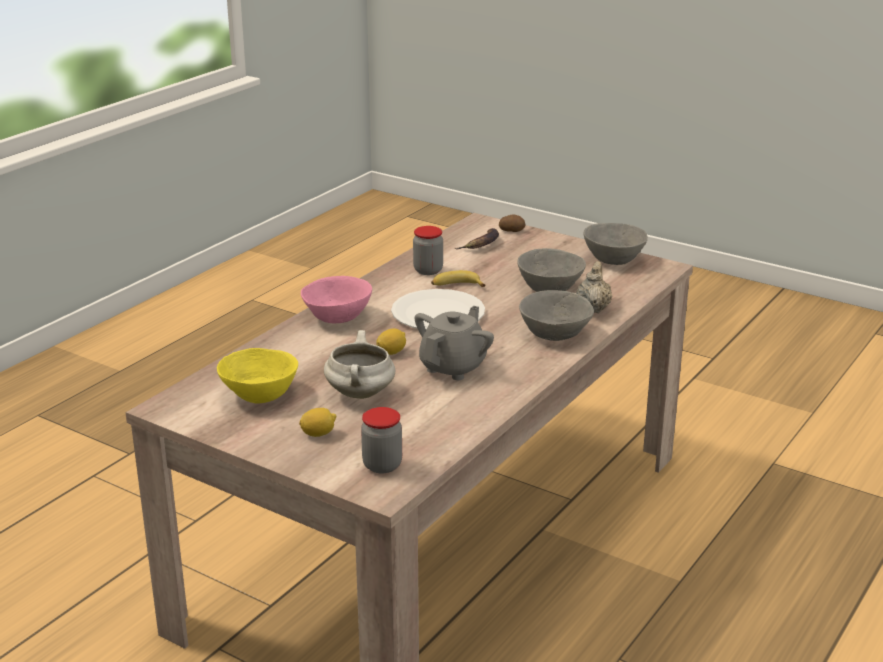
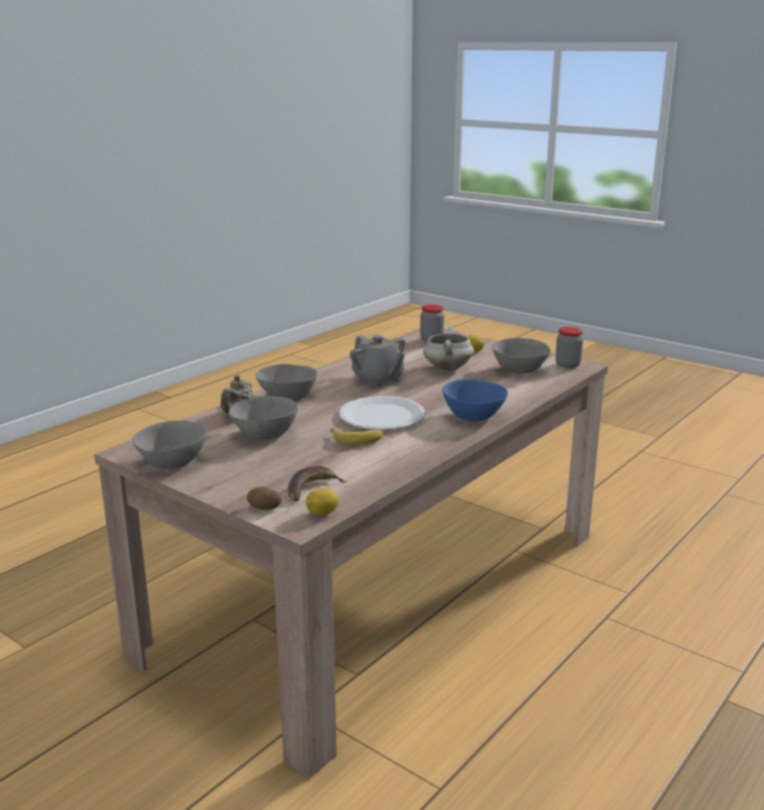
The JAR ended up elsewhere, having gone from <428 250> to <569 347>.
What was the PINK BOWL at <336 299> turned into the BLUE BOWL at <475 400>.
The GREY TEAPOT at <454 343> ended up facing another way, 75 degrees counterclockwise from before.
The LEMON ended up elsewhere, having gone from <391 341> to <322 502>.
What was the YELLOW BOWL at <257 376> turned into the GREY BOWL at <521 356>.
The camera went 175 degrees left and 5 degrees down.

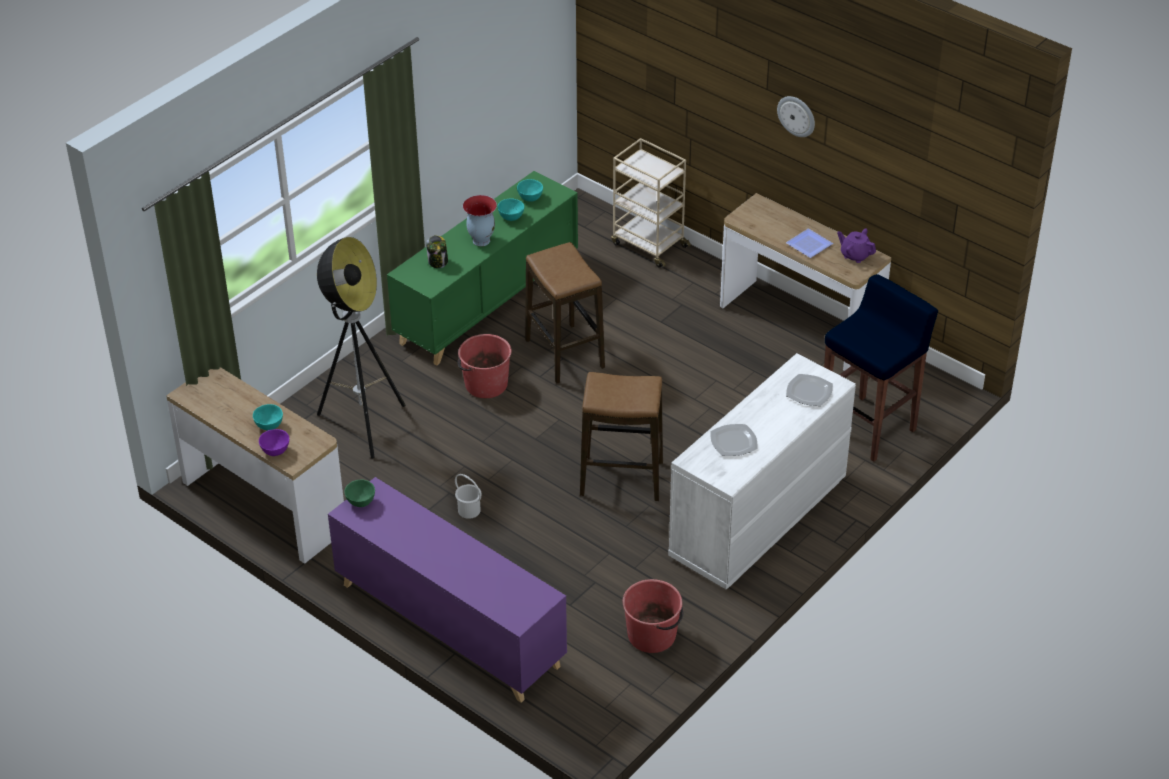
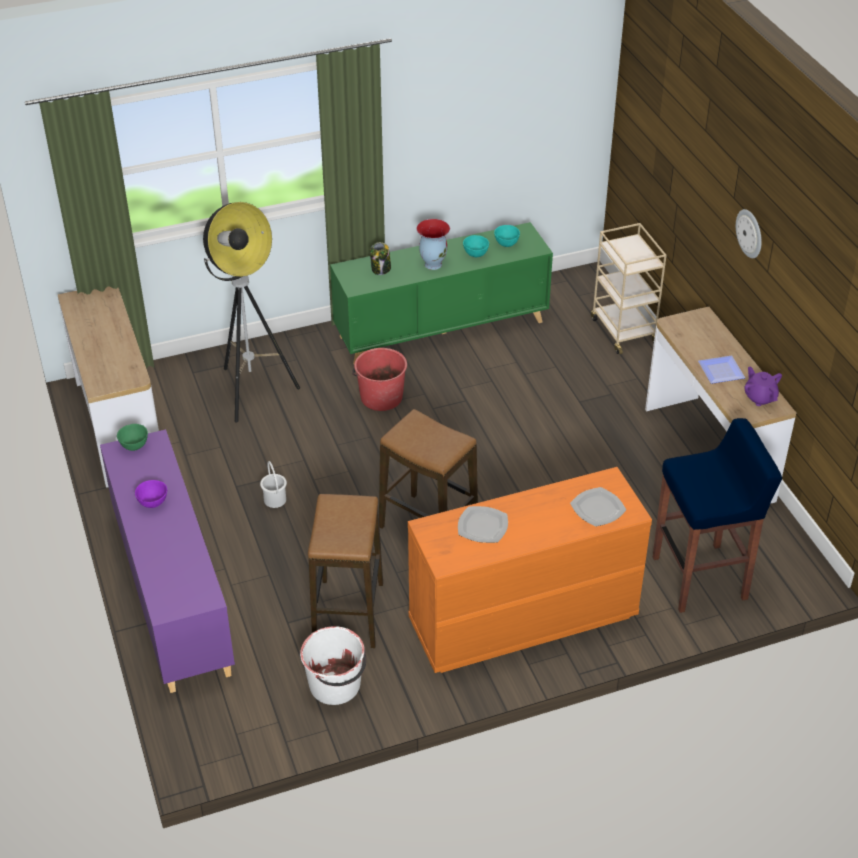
The STOOL ended up elsewhere, having gone from <565 312> to <345 571>.
What was the WHITE DRESSER at <762 471> turned into the ORANGE DRESSER at <530 570>.
The second view lost the TURQUOISE BOWL at <268 417>.
The PURPLE BOWL ended up elsewhere, having gone from <274 442> to <151 494>.
What was the RED BUCKET at <653 616> turned into the WHITE BUCKET at <333 665>.
The camera went 30 degrees right and 0 degrees up.

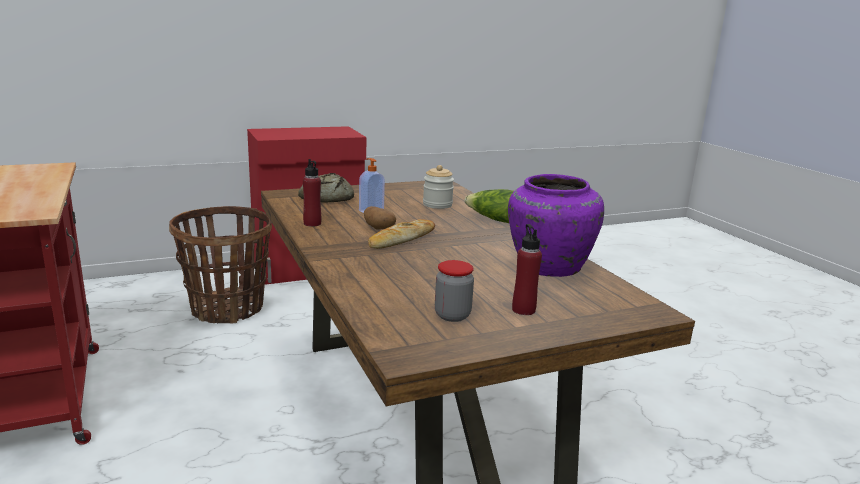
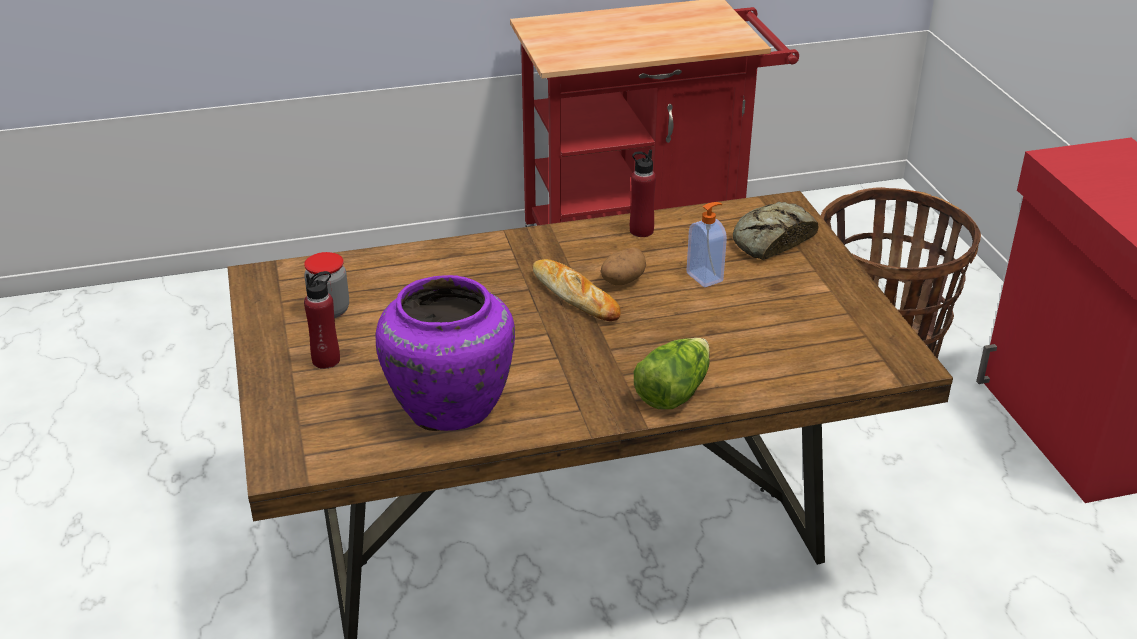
The second view lost the JAR at <438 187>.
The camera went 100 degrees right and 15 degrees up.

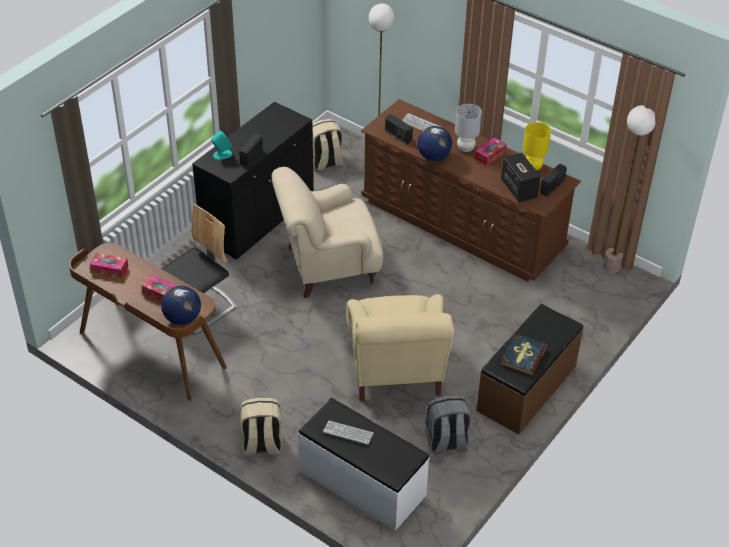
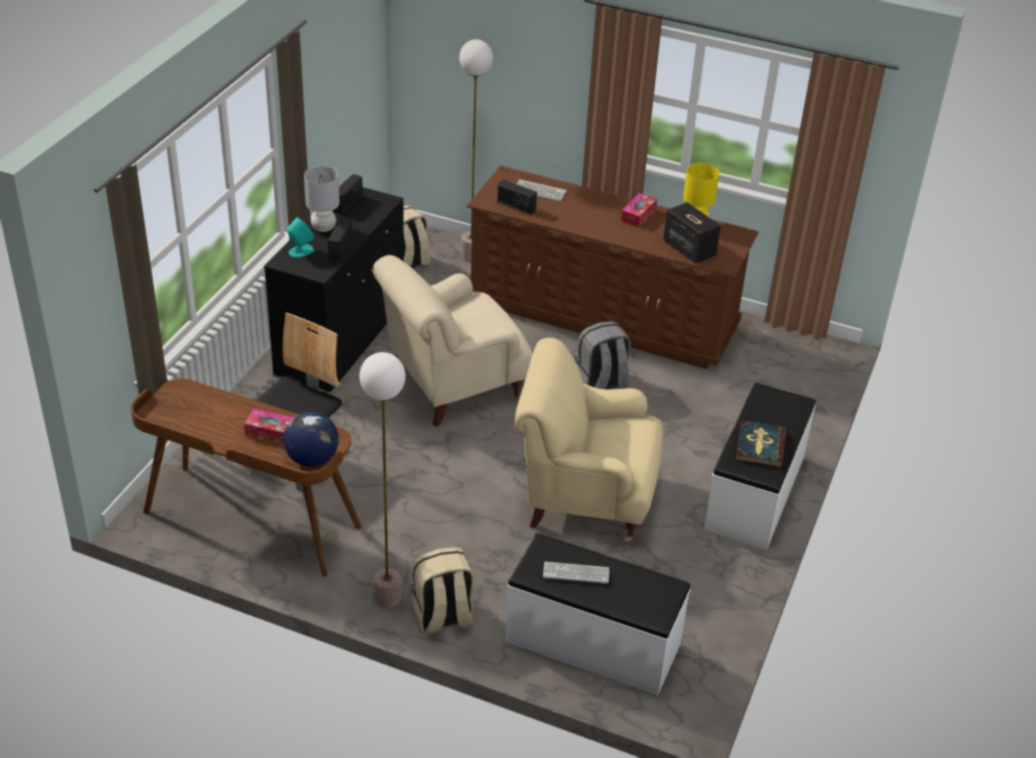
The GREY TABLE LAMP ended up elsewhere, having gone from <468 128> to <322 199>.
The FLOOR LAMP ended up elsewhere, having gone from <629 189> to <382 480>.
The second view lost the GLOBE at <434 143>.
The RADIO ended up elsewhere, having gone from <553 180> to <348 194>.
The second view lost the TISSUE BOX at <109 265>.
The BEIGE ARMCHAIR at <400 347> ended up facing another way, 120 degrees clockwise from before.
What was the BROWN BENCH at <530 369> turned into the WHITE BENCH at <760 466>.
The GREY BACKPACK ended up elsewhere, having gone from <448 424> to <603 355>.
The camera went 15 degrees left and 5 degrees down.

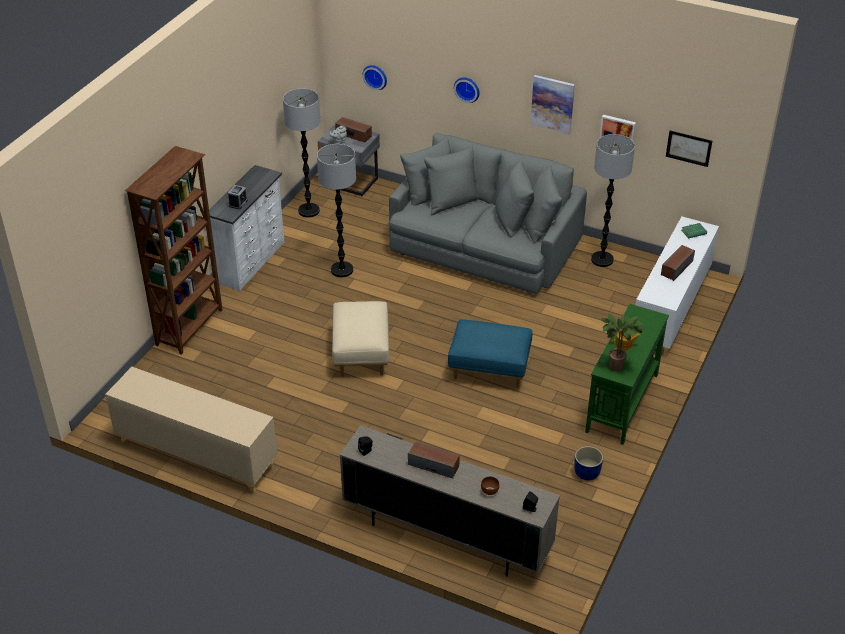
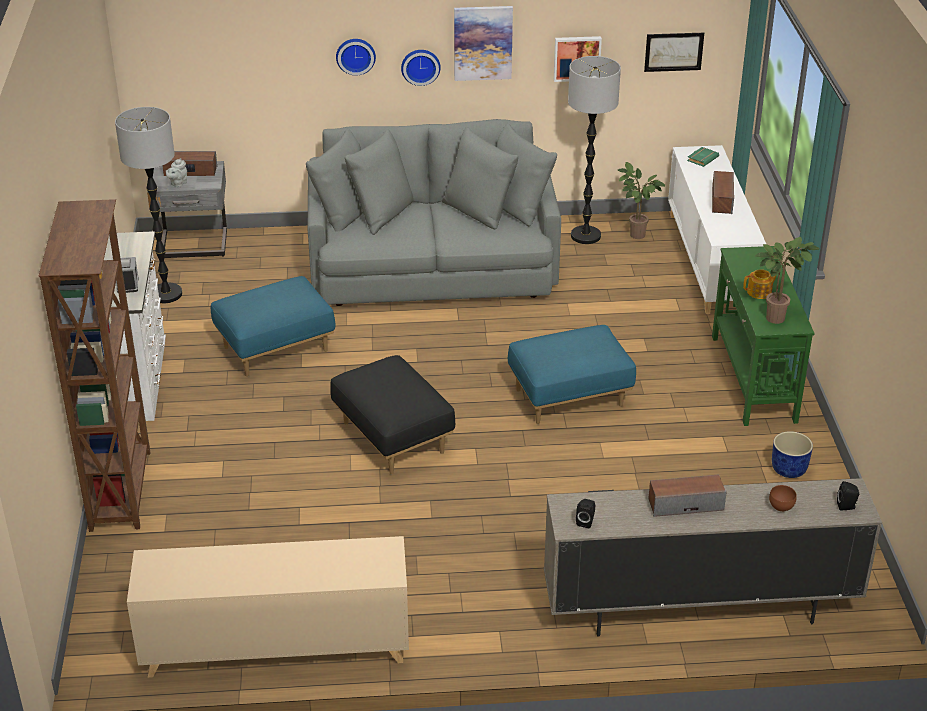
The WALL CLOCK ended up elsewhere, having gone from <375 77> to <421 68>.
Where the FLOOR LAMP stood at <336 211>, the BLUE OTTOMAN came to stand at <273 326>.
What was the BEIGE OTTOMAN at <360 339> turned into the BLACK OTTOMAN at <392 414>.
The second view gained the POTTED PLANT at <641 200>.
The camera went 30 degrees left and 5 degrees down.

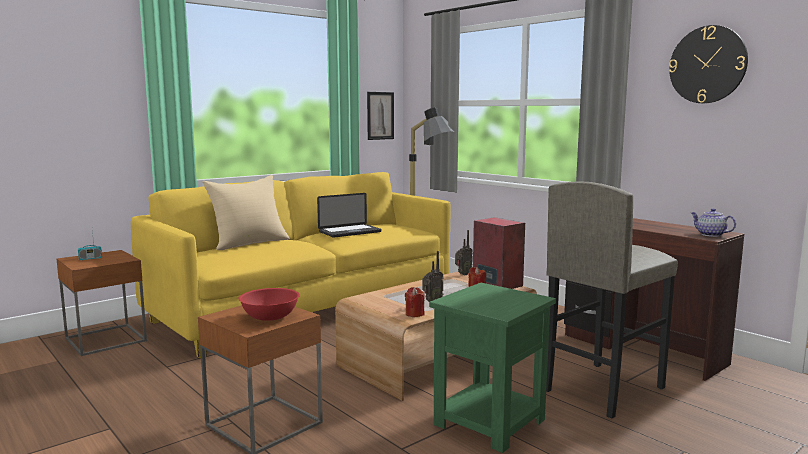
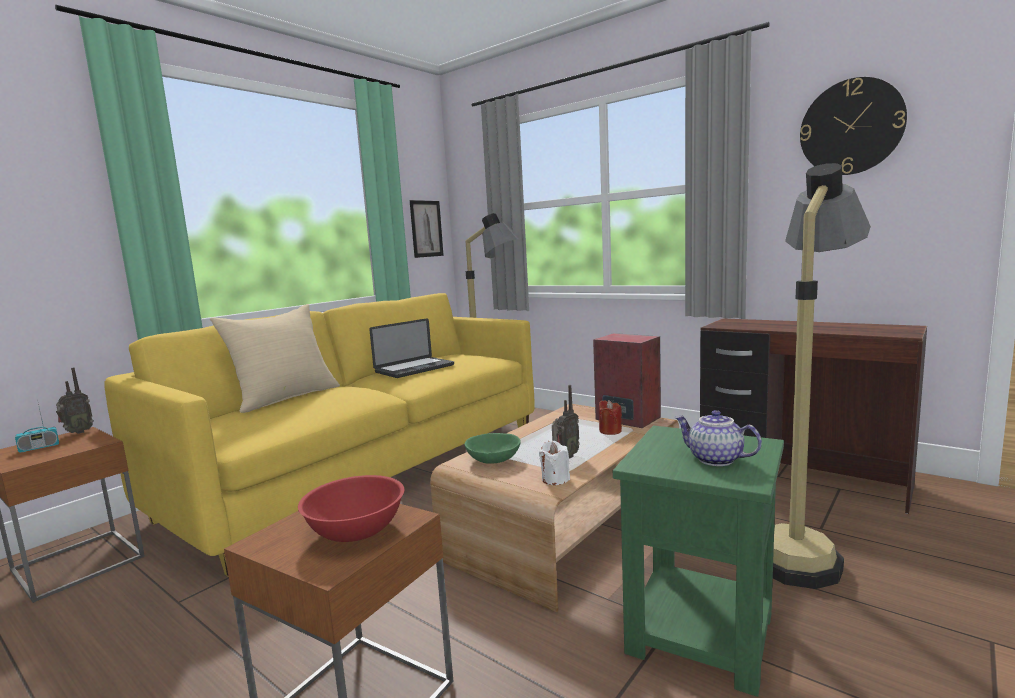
Where the GREY STOOL stood at <612 300>, the FLOOR LAMP came to stand at <822 376>.
The TEAPOT ended up elsewhere, having gone from <713 222> to <718 438>.
The RADIO ended up elsewhere, having gone from <464 252> to <75 400>.
What was the RED CANDLE at <415 302> turned into the WHITE CANDLE at <554 463>.
The second view gained the GREEN BOWL at <492 448>.
The camera went 10 degrees left and 0 degrees up.

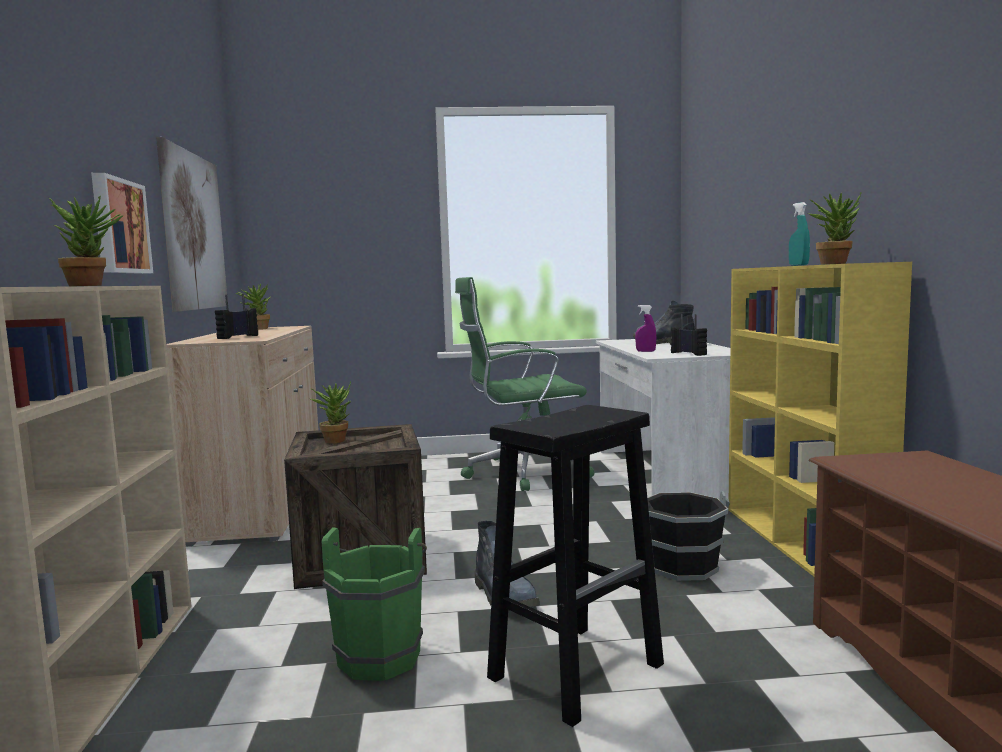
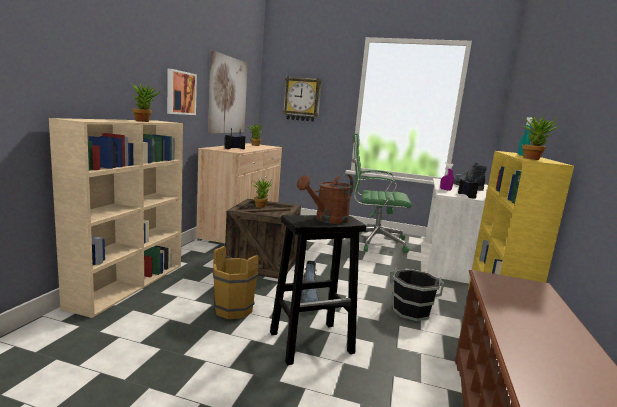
What was the GREEN BUCKET at <374 604> turned into the BROWN BUCKET at <237 282>.
The second view gained the WALL CLOCK at <302 99>.
The second view gained the BROWN WATERING CAN at <325 199>.
The camera went 20 degrees right and 5 degrees up.

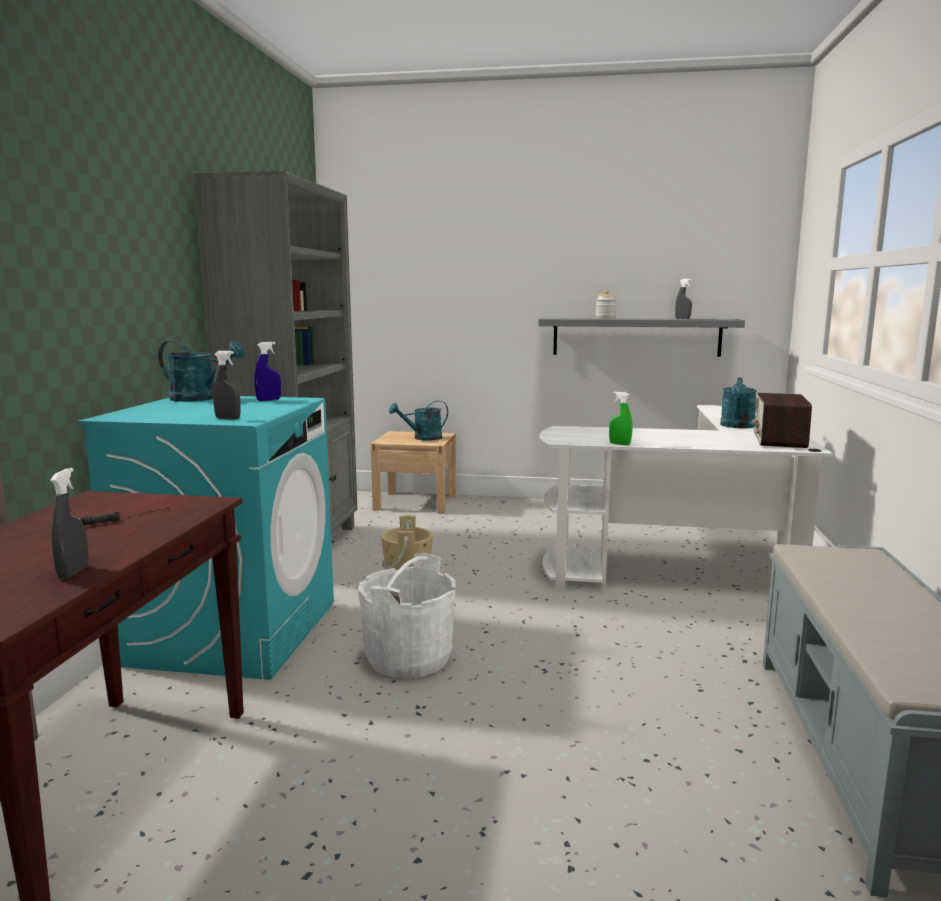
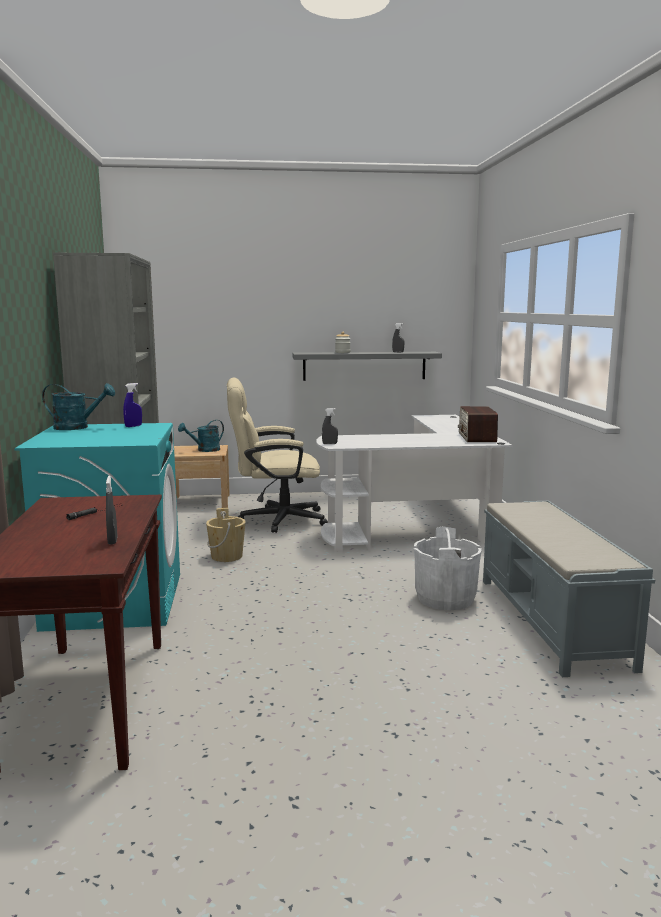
The GREY SPRAY BOTTLE ended up elsewhere, having gone from <226 385> to <330 426>.
The second view lost the TURQUOISE WATERING CAN at <738 403>.
The second view lost the GREEN SPRAY BOTTLE at <620 418>.
The WHITE BUCKET ended up elsewhere, having gone from <407 615> to <448 568>.
The second view gained the BEIGE OFFICE CHAIR at <277 455>.
The camera went 15 degrees left and 0 degrees up.

